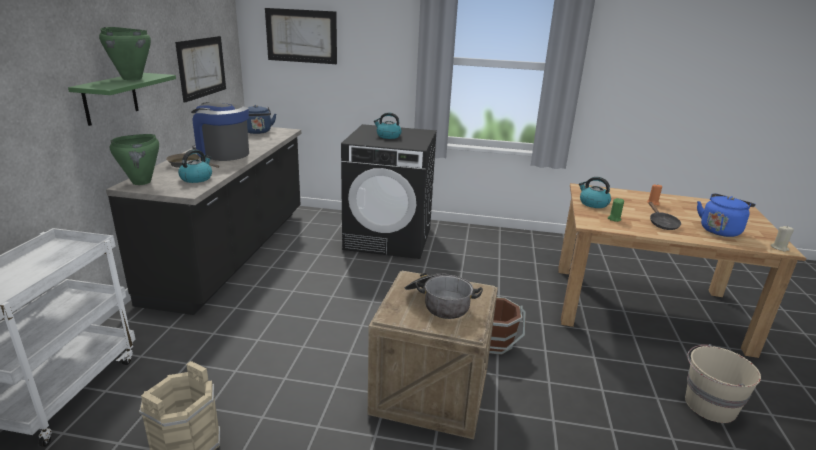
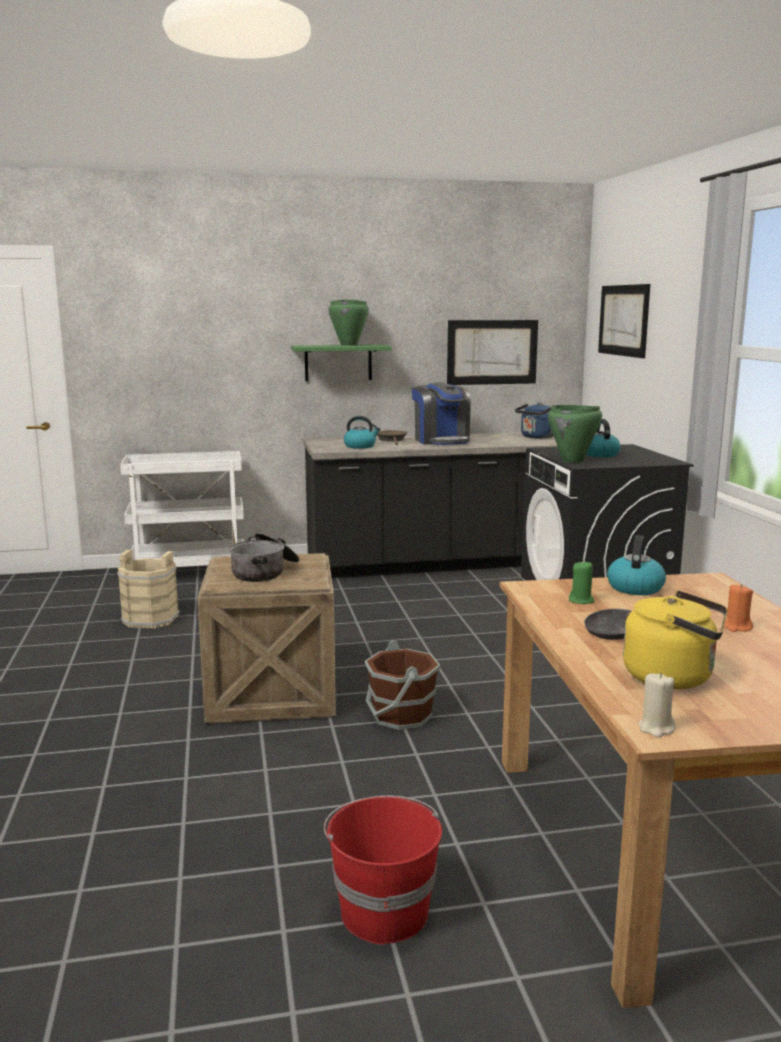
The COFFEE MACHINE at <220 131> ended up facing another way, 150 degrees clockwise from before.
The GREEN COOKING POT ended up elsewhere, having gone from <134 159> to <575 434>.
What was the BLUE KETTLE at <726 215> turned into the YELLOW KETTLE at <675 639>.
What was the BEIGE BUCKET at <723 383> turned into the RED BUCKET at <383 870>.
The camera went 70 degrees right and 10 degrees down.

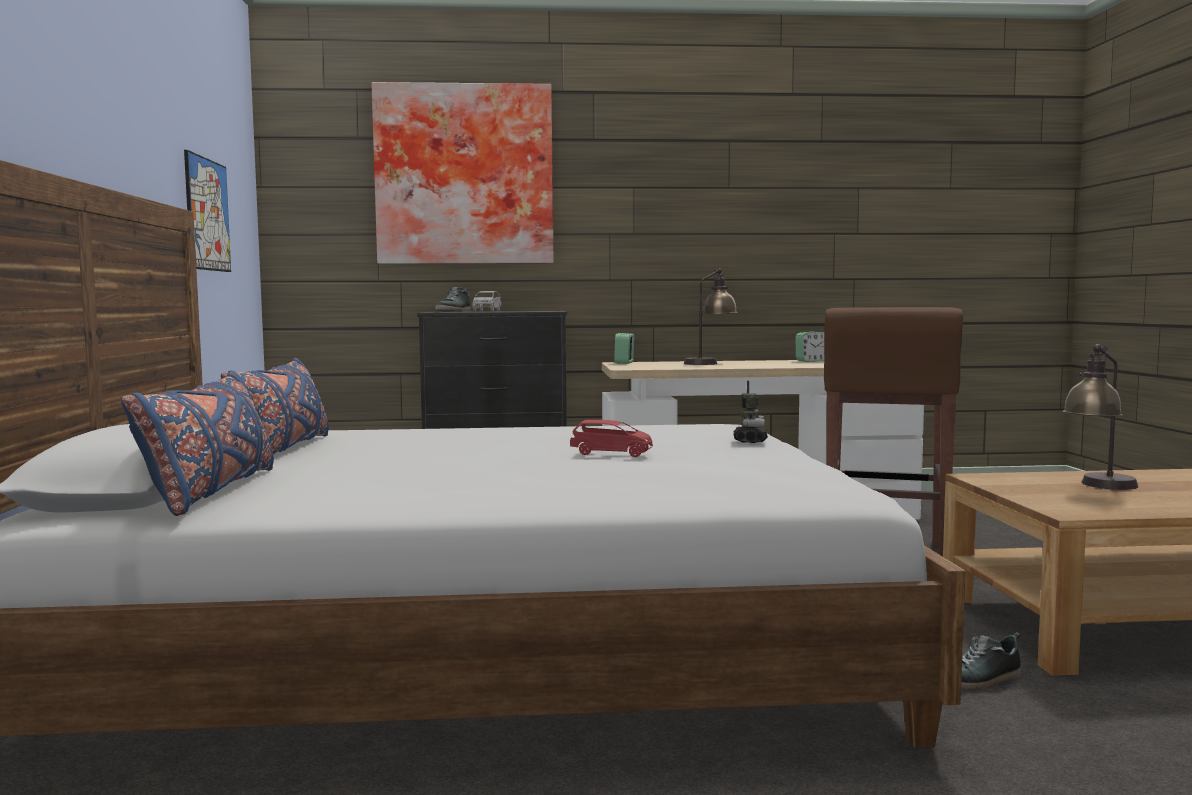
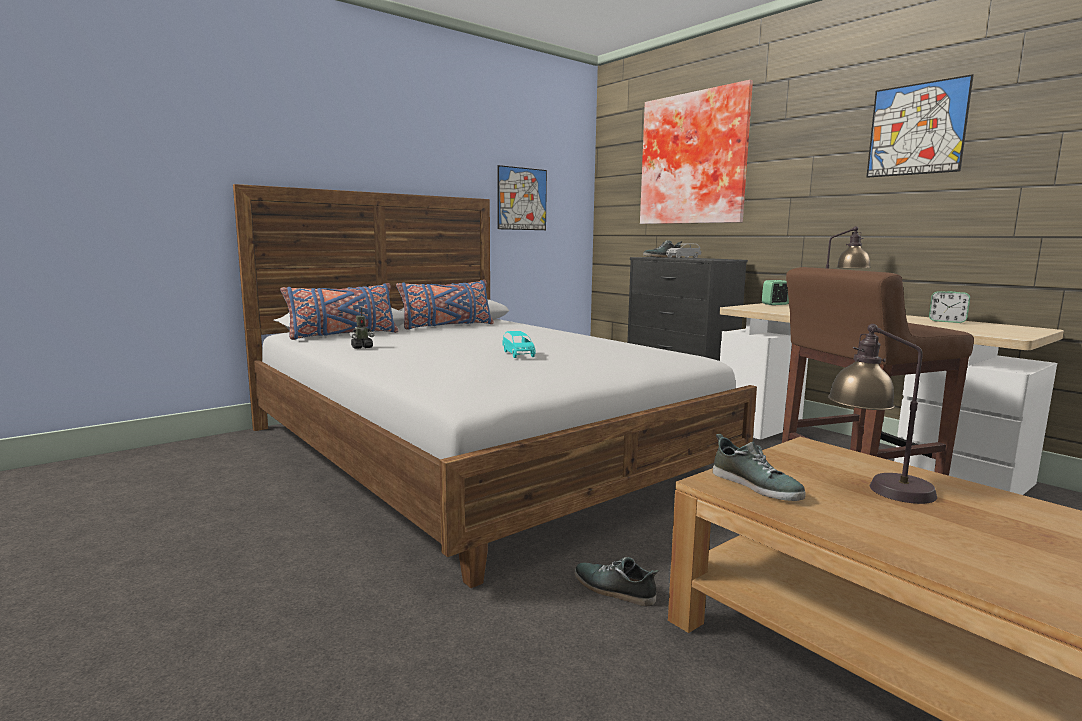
The TOY ROBOT ended up elsewhere, having gone from <750 412> to <361 328>.
What was the RED TOY CAR at <611 438> turned into the TURQUOISE TOY CAR at <518 344>.
The second view gained the PICTURE at <920 126>.
The second view gained the SHOE at <759 467>.
The camera went 55 degrees right and 5 degrees up.

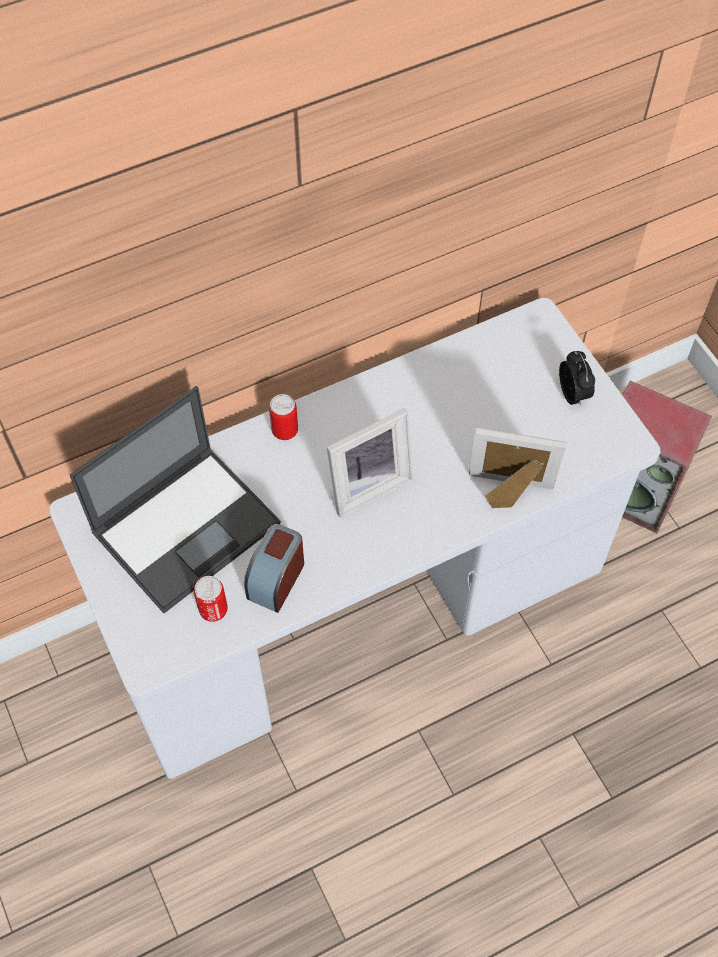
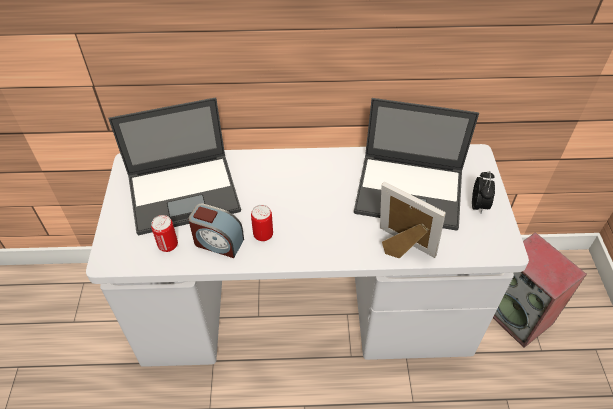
The CAN ended up elsewhere, having gone from <283 417> to <262 223>.
The second view lost the PICTURE FRAME at <369 462>.
The ALARM CLOCK at <274 568> ended up facing another way, 120 degrees counterclockwise from before.
The second view gained the LAPTOP at <416 164>.
The camera went 25 degrees right and 10 degrees down.

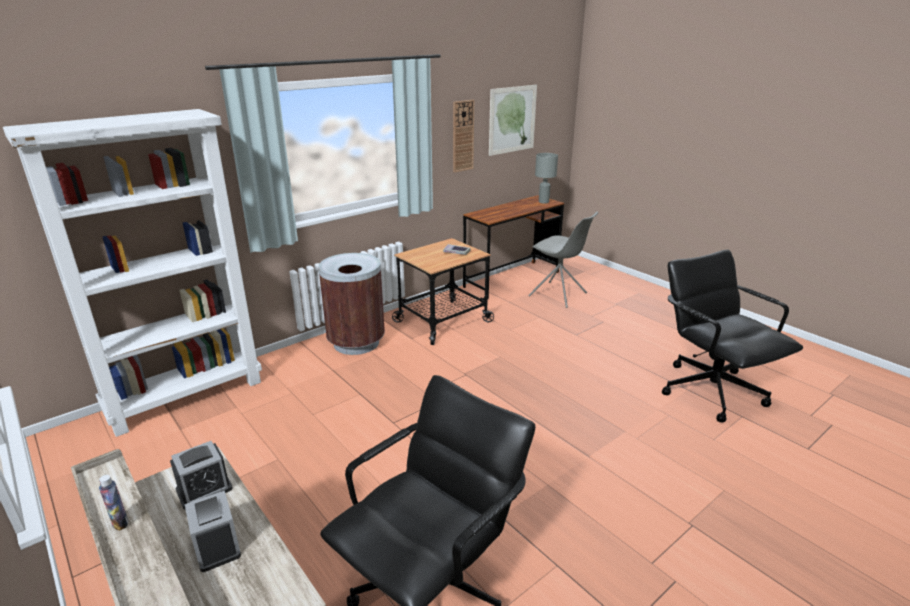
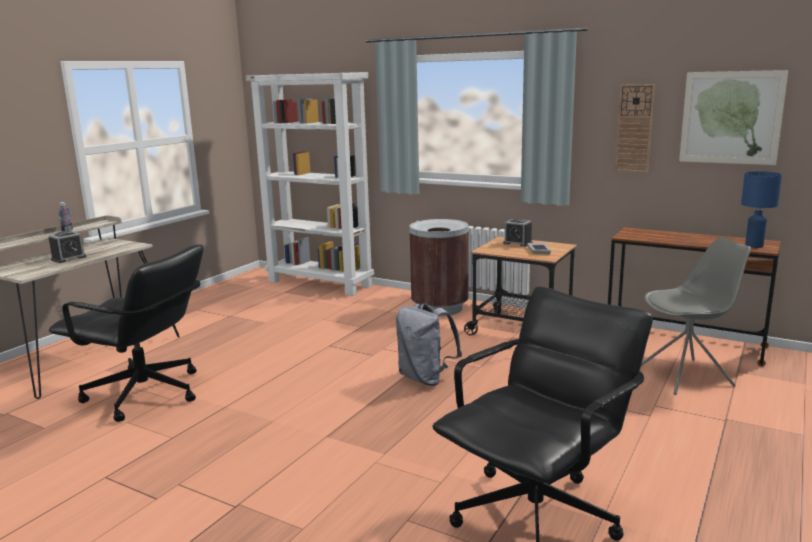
What was the GREY TABLE LAMP at <546 178> turned into the BLUE TABLE LAMP at <761 209>.
The GREY CHAIR at <563 259> ended up facing another way, 120 degrees counterclockwise from before.
The ALARM CLOCK ended up elsewhere, having gone from <201 475> to <517 232>.
The second view gained the GREY BACKPACK at <429 344>.
The camera went 70 degrees right and 10 degrees down.

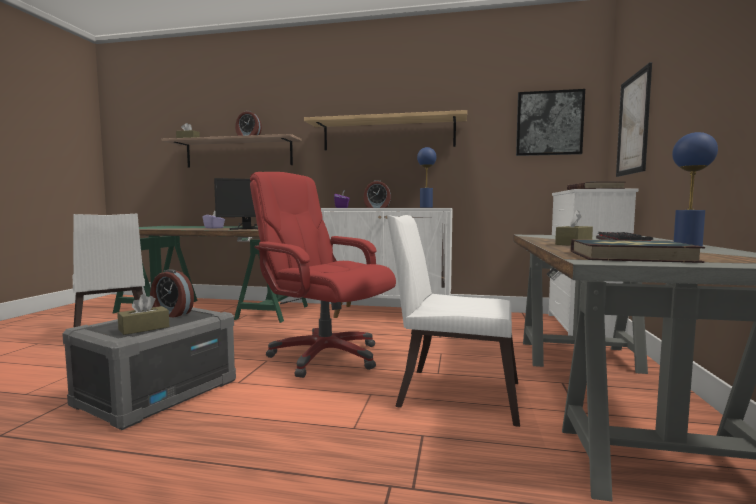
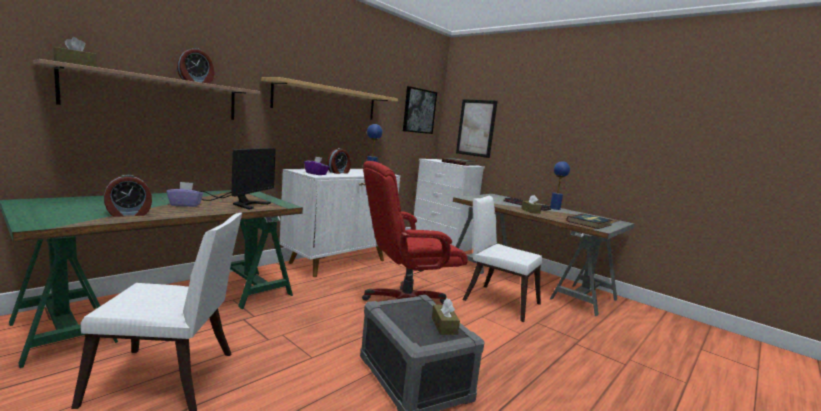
The WHITE CHAIR at <453 321> ended up facing another way, 75 degrees clockwise from before.
The ALARM CLOCK ended up elsewhere, having gone from <172 293> to <128 196>.
The camera went 60 degrees left and 5 degrees up.

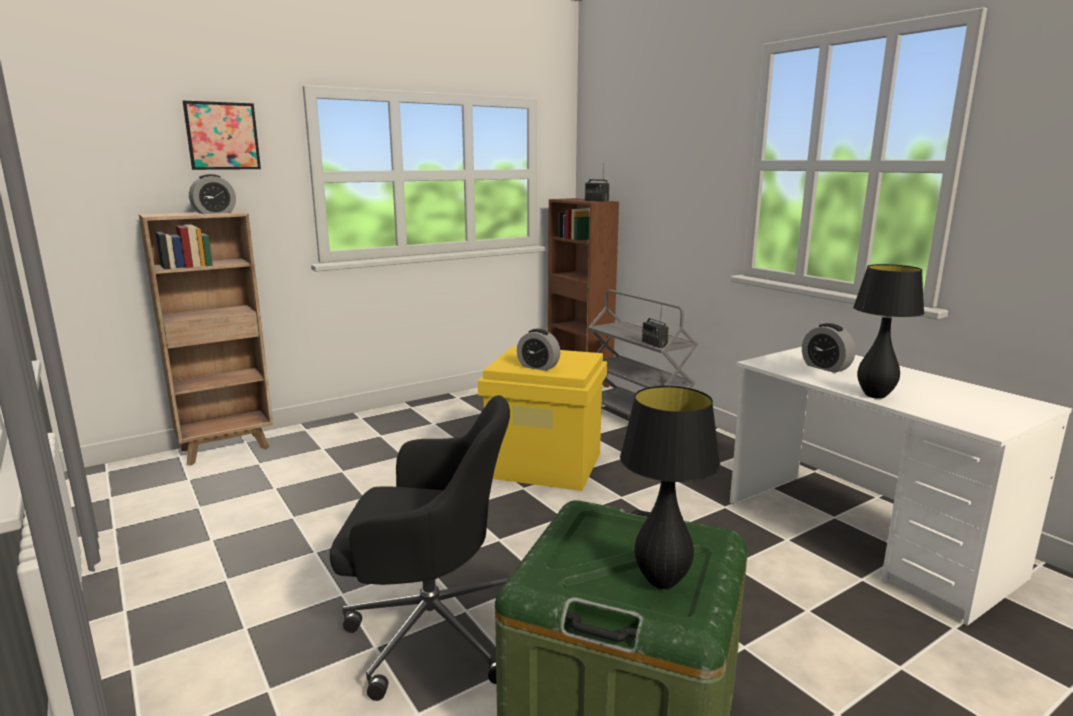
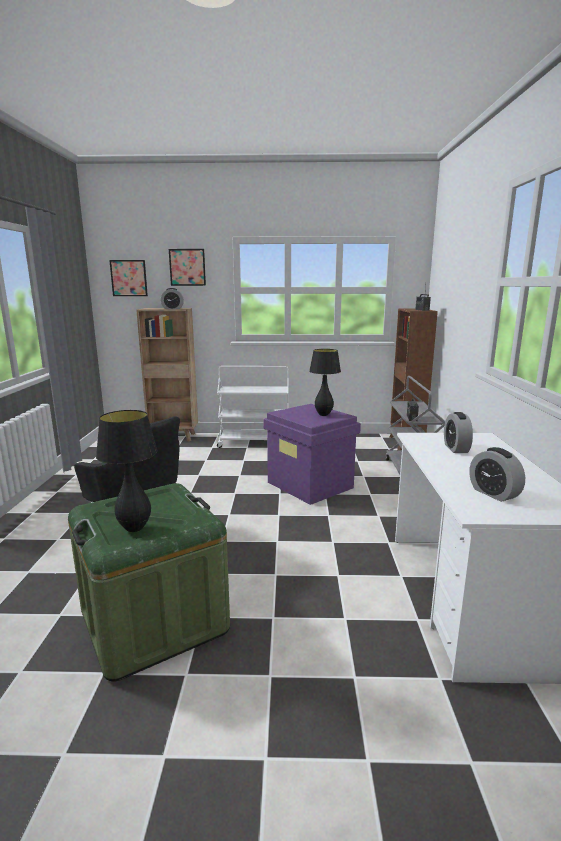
The BLACK TABLE LAMP ended up elsewhere, having gone from <888 331> to <325 382>.
The ALARM CLOCK ended up elsewhere, having gone from <538 350> to <497 474>.
What was the YELLOW STORAGE BOX at <542 418> turned into the PURPLE STORAGE BOX at <312 454>.
The second view gained the PICTURE at <128 278>.
The second view gained the WHITE CART at <253 407>.
The camera went 35 degrees right and 0 degrees up.

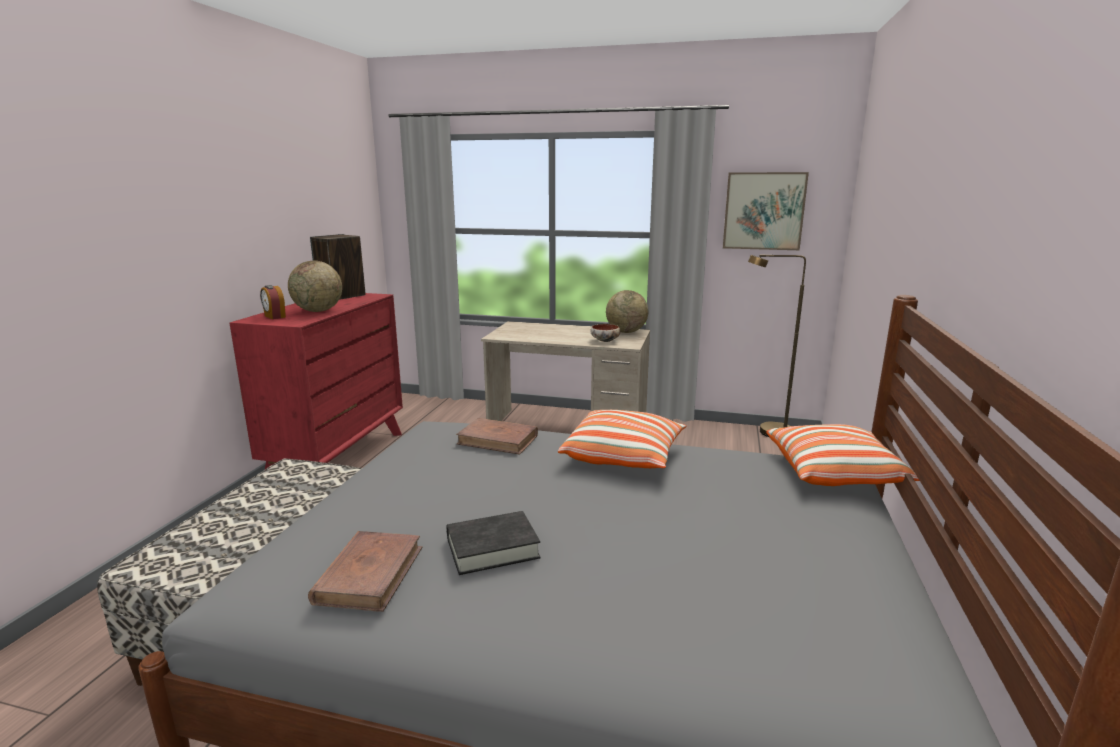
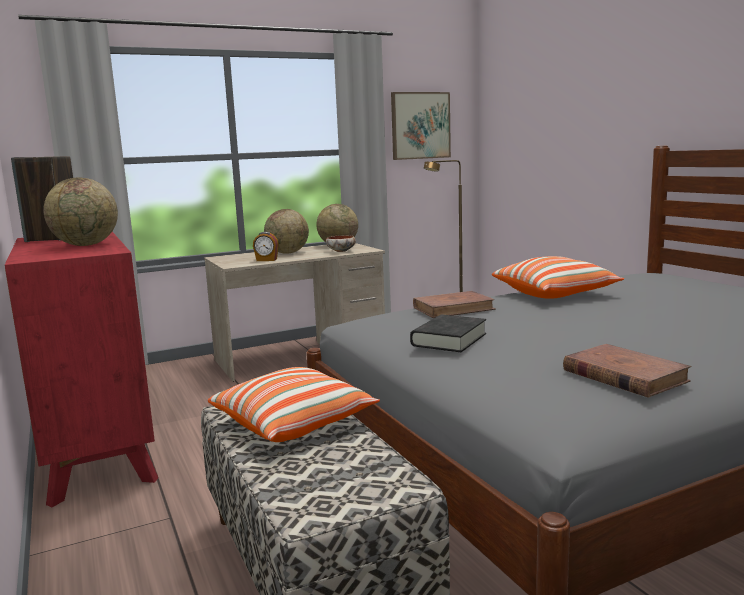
The ALARM CLOCK ended up elsewhere, having gone from <273 302> to <266 246>.
The PILLOW ended up elsewhere, having gone from <842 455> to <294 404>.
The BLACK BOOK ended up elsewhere, having gone from <493 543> to <448 333>.
The second view gained the GLOBE at <286 231>.
The camera went 40 degrees left and 5 degrees down.

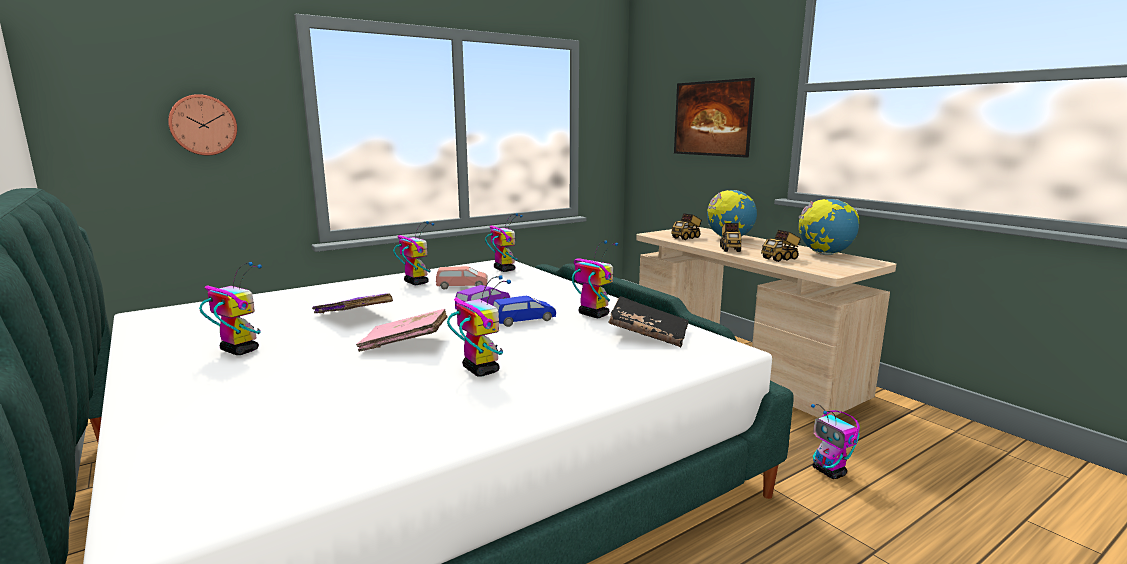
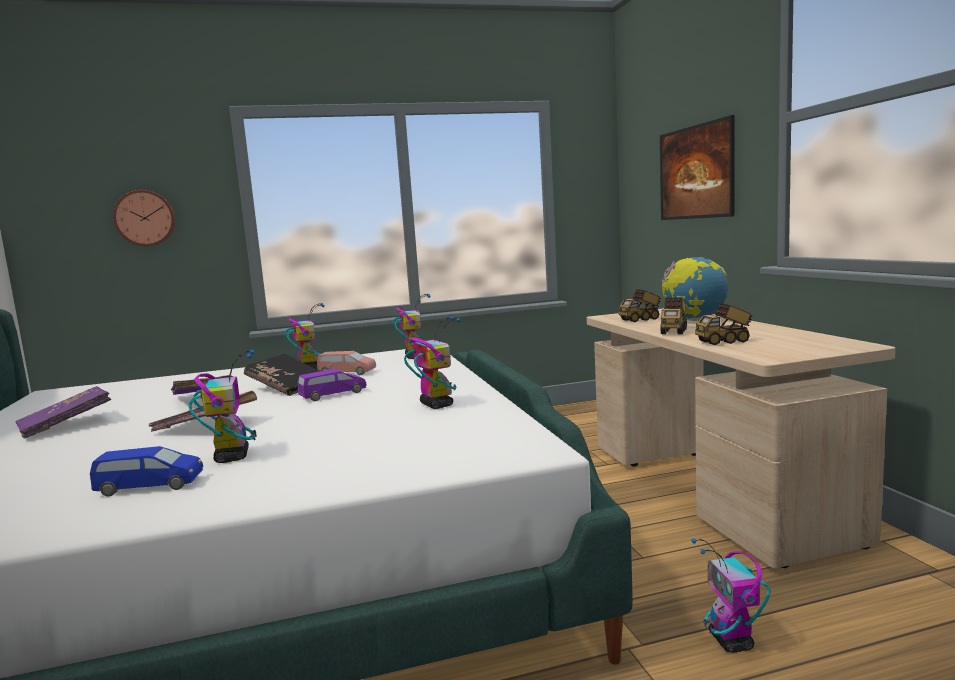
The second view lost the GLOBE at <828 227>.
Where the TOY ROBOT stood at <230 308>, the PURPLE BOOK came to stand at <63 412>.
The BLUE TOY CAR ended up elsewhere, having gone from <524 311> to <146 471>.
The BLACK BOOK ended up elsewhere, having gone from <649 321> to <281 375>.
The camera went 20 degrees right and 5 degrees down.

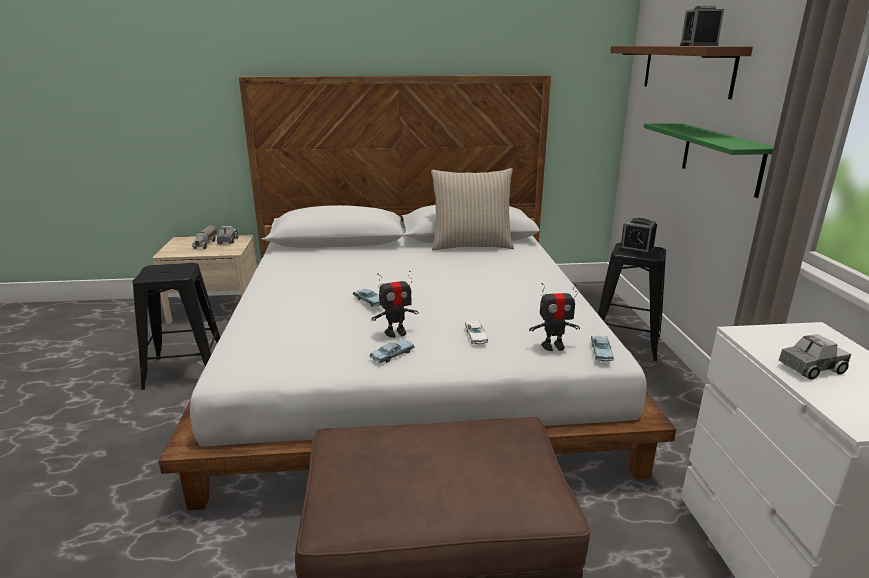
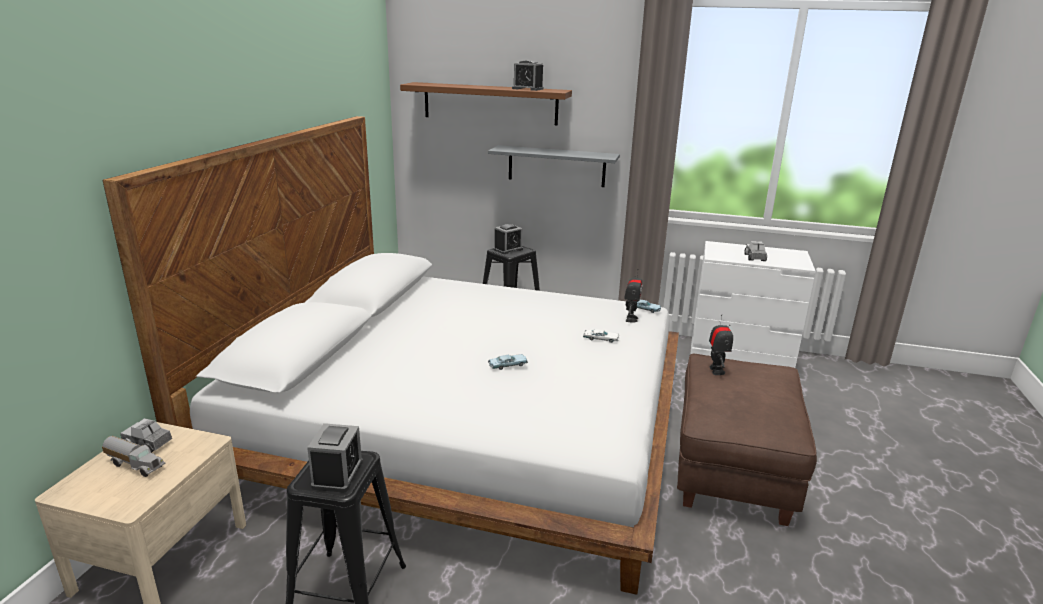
What was the GREEN SHELF at <709 160> turned into the GREY SHELF at <554 166>.
The second view lost the BEIGE PILLOW at <472 209>.
The TOY ROBOT ended up elsewhere, having gone from <395 304> to <721 344>.
The second view lost the BLUE TOY CAR at <392 351>.
The second view gained the ALARM CLOCK at <335 458>.
The camera went 70 degrees left and 0 degrees up.

